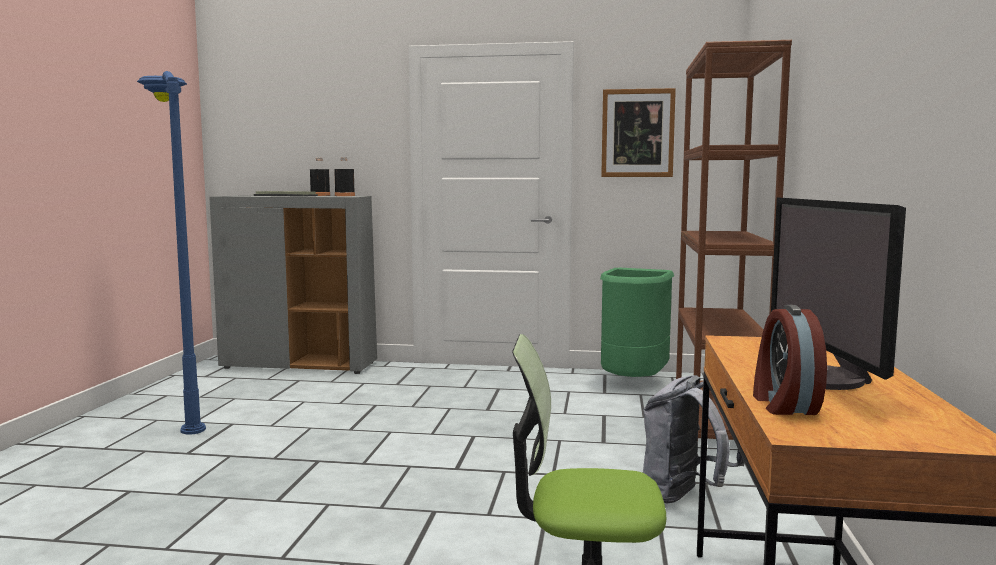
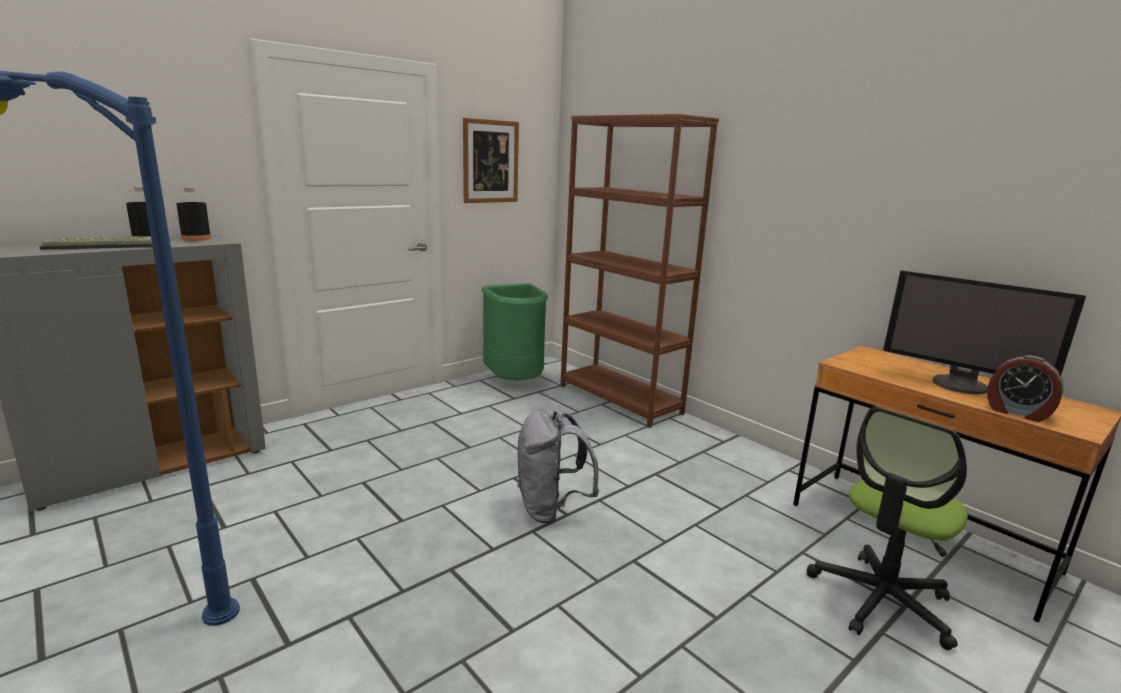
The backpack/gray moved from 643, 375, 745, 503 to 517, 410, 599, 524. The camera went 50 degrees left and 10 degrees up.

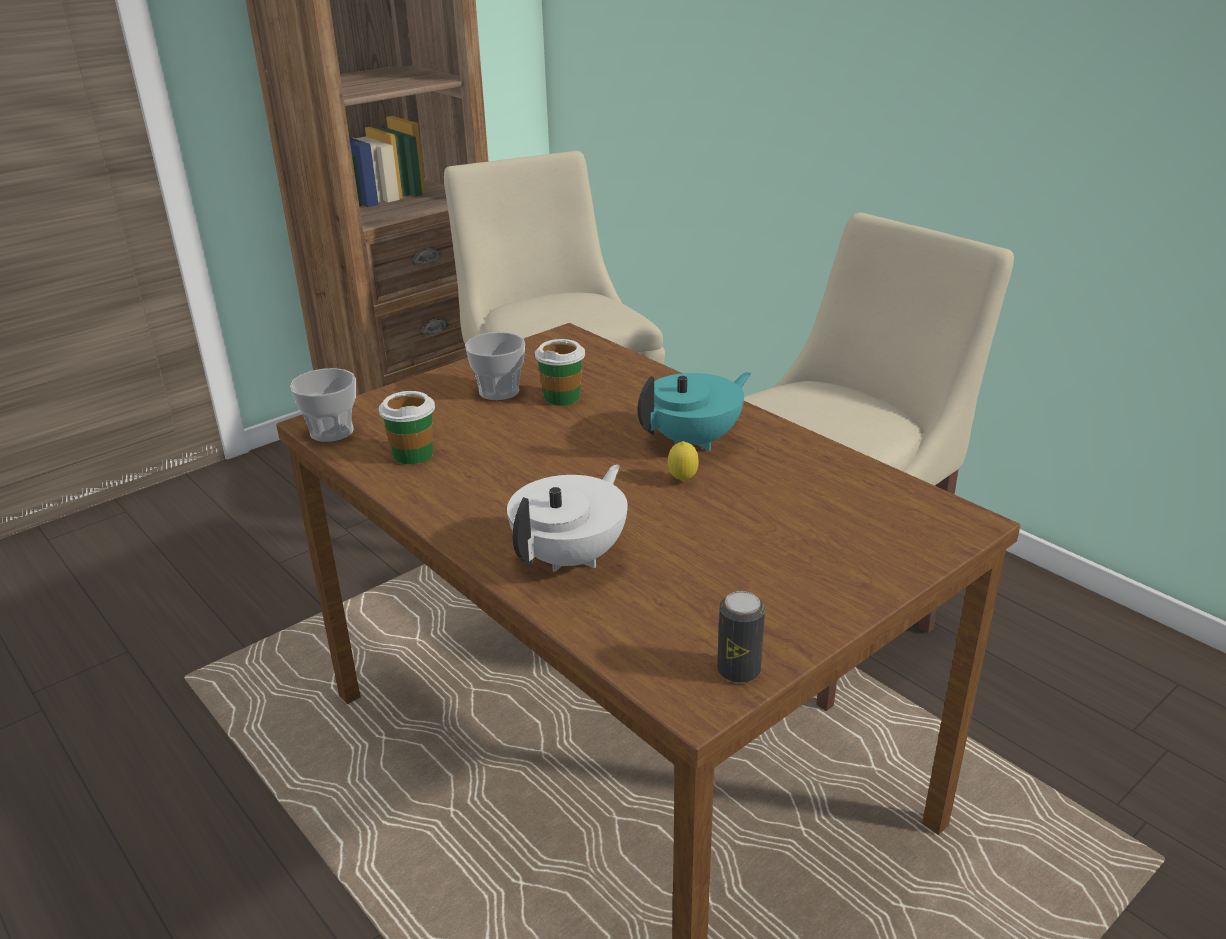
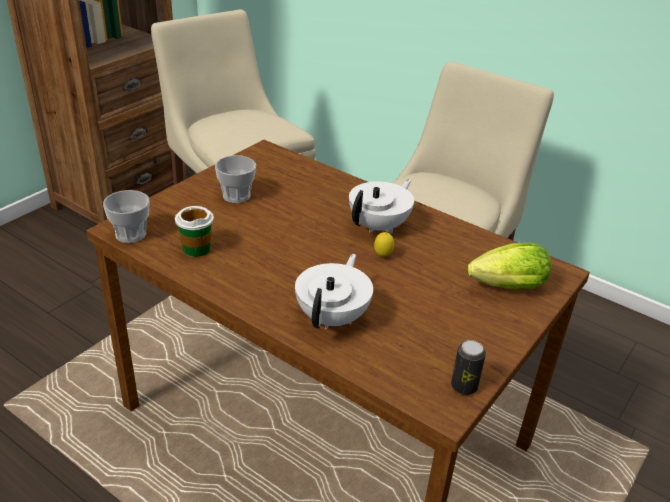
The teapot/turquoise at 637, 372, 751, 451 became the teapot/whitish at 349, 179, 414, 234. The head of lettuce at 468, 243, 552, 289 appeared. The cup at 535, 339, 585, 406 disappeared. The camera went 15 degrees left and 5 degrees up.

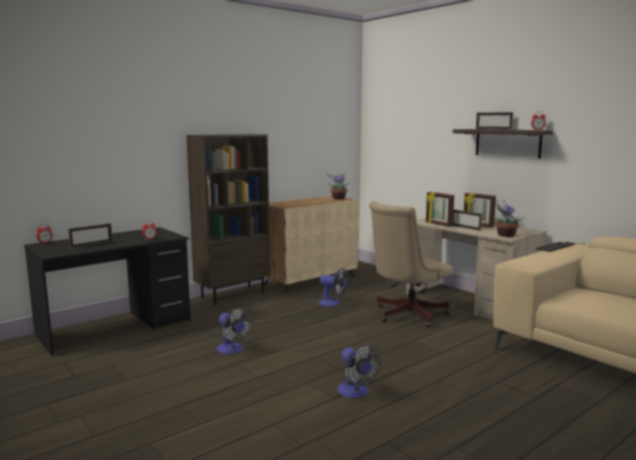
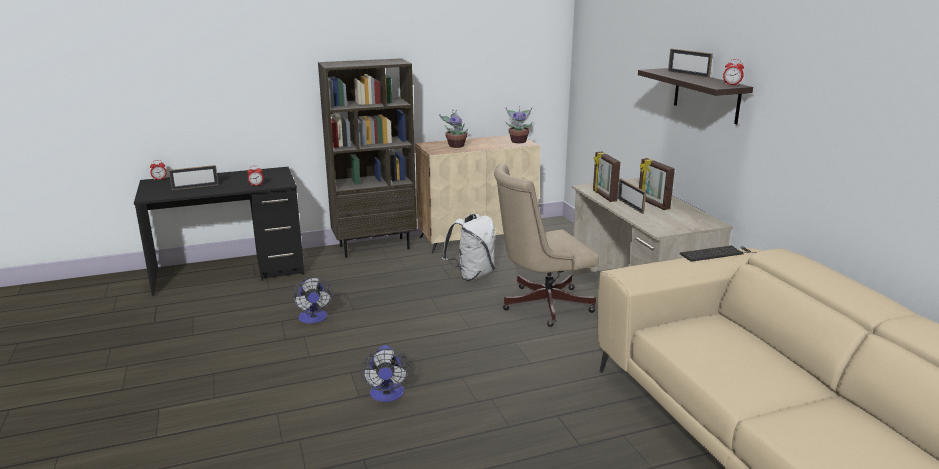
The potted plant moved from 493, 200, 523, 237 to 439, 110, 468, 148. The electric fan at 319, 268, 348, 306 was replaced by the backpack/whitish at 442, 214, 495, 281. The camera went 20 degrees right and 10 degrees up.

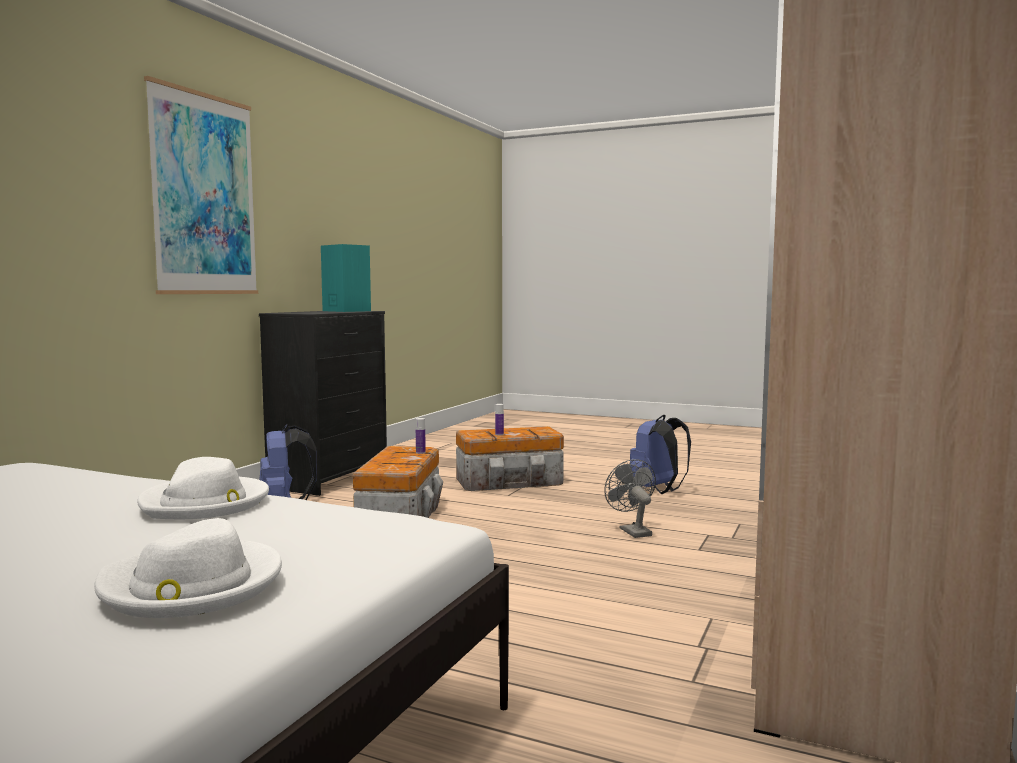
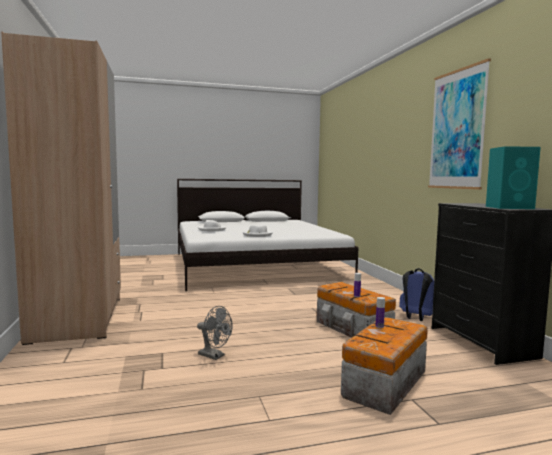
The backpack/bluish at 630, 415, 691, 494 disappeared. The camera went 140 degrees right and 0 degrees up.

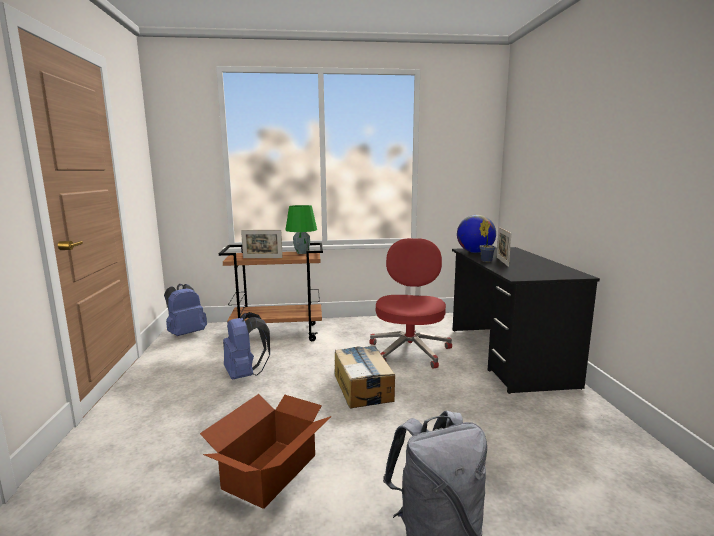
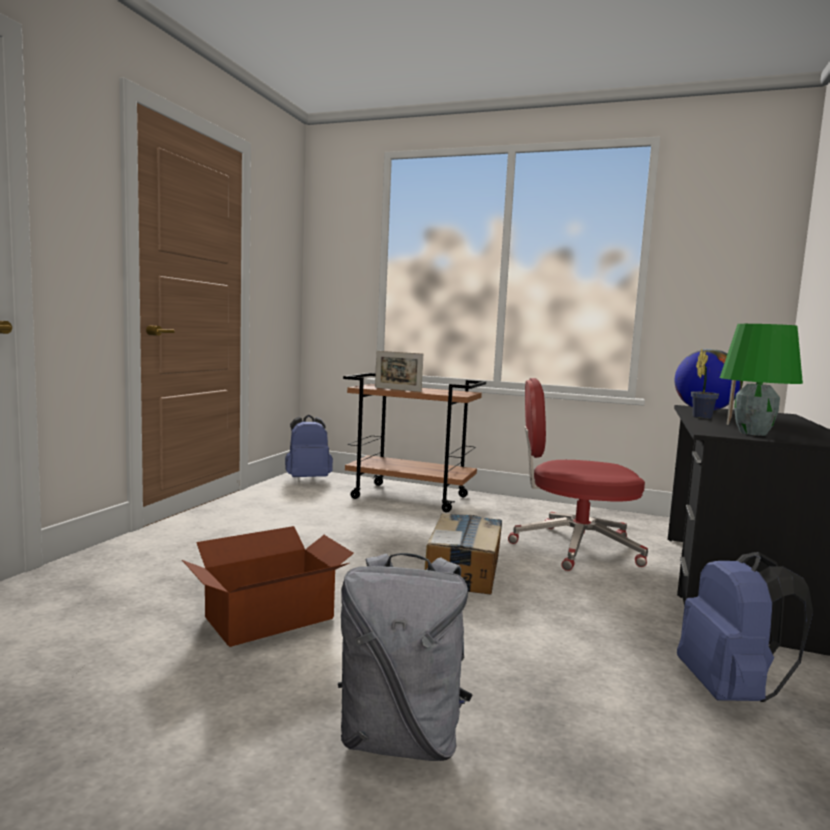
The computer chair/reddish at 369, 238, 452, 369 turned 120 degrees counterclockwise. The backpack/bluish moved from 223, 312, 270, 380 to 677, 552, 813, 702. The lamp for a table/green-coloured moved from 286, 205, 317, 254 to 720, 324, 803, 436. The camera went 25 degrees right and 5 degrees down.

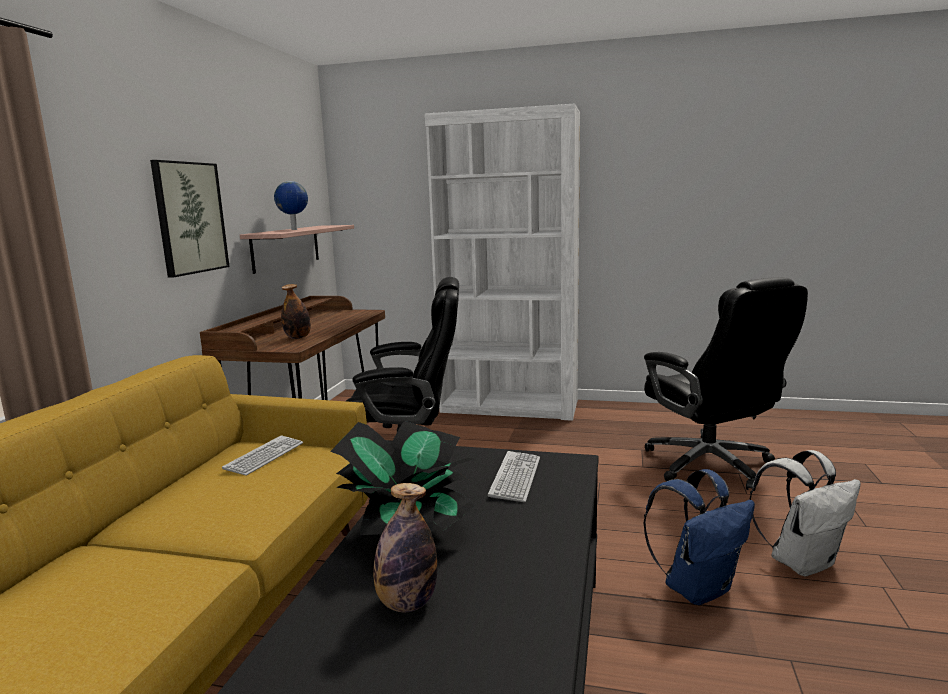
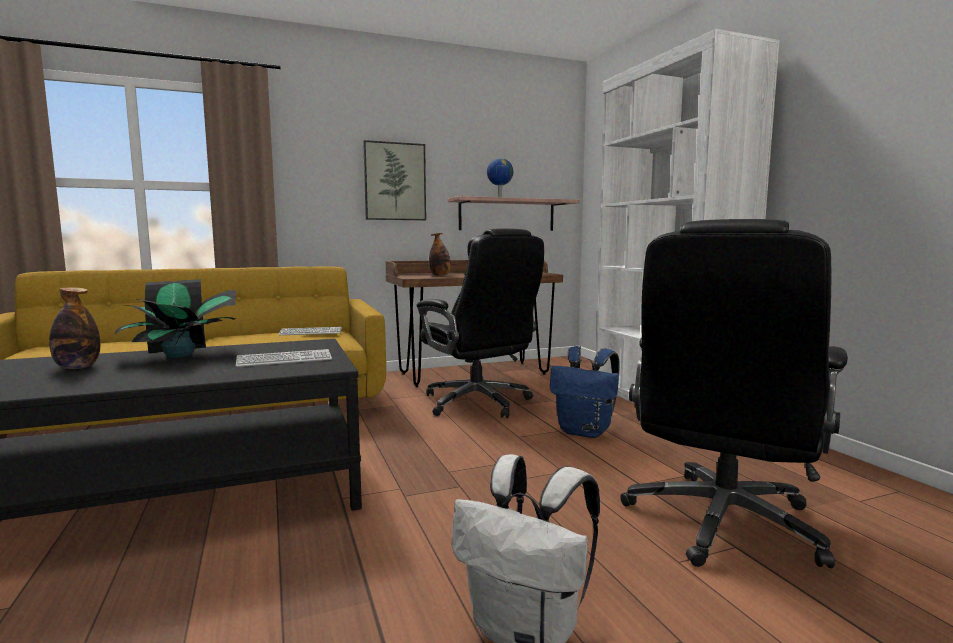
The backpack/bluish moved from 643, 469, 755, 605 to 550, 346, 620, 438. The camera went 55 degrees right and 5 degrees down.

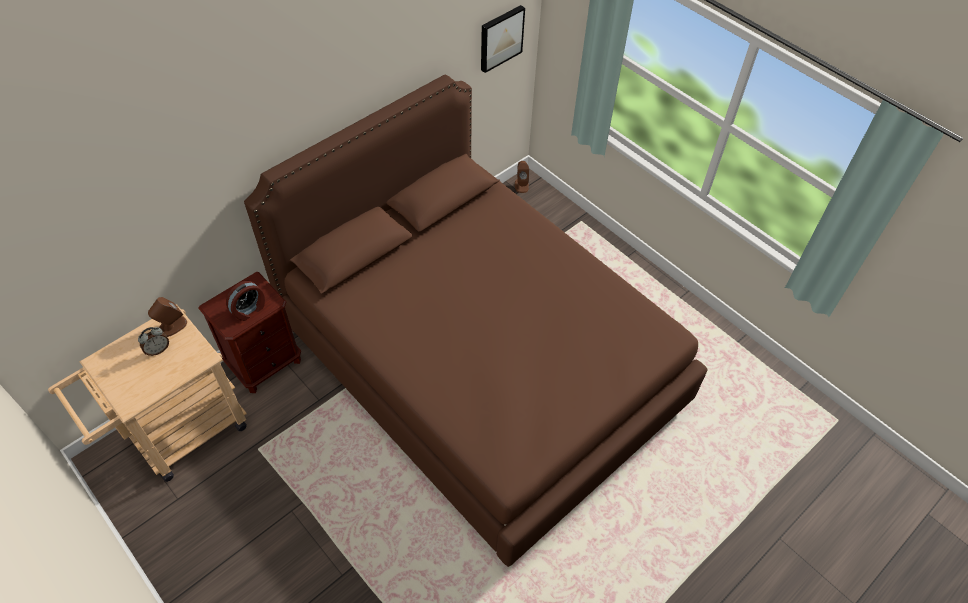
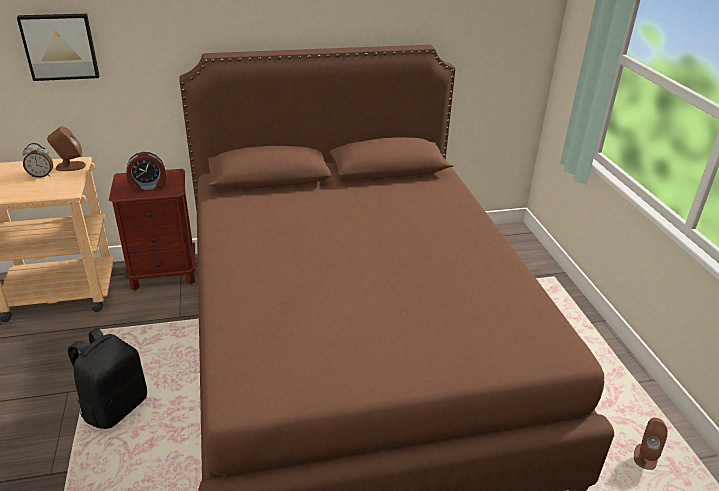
The wall art moved from 481, 5, 525, 73 to 17, 14, 100, 81. The backpack/blackish at 68, 328, 147, 429 appeared. The speaker/brown moved from 515, 161, 529, 193 to 634, 418, 668, 470. The camera went 30 degrees right and 20 degrees down.

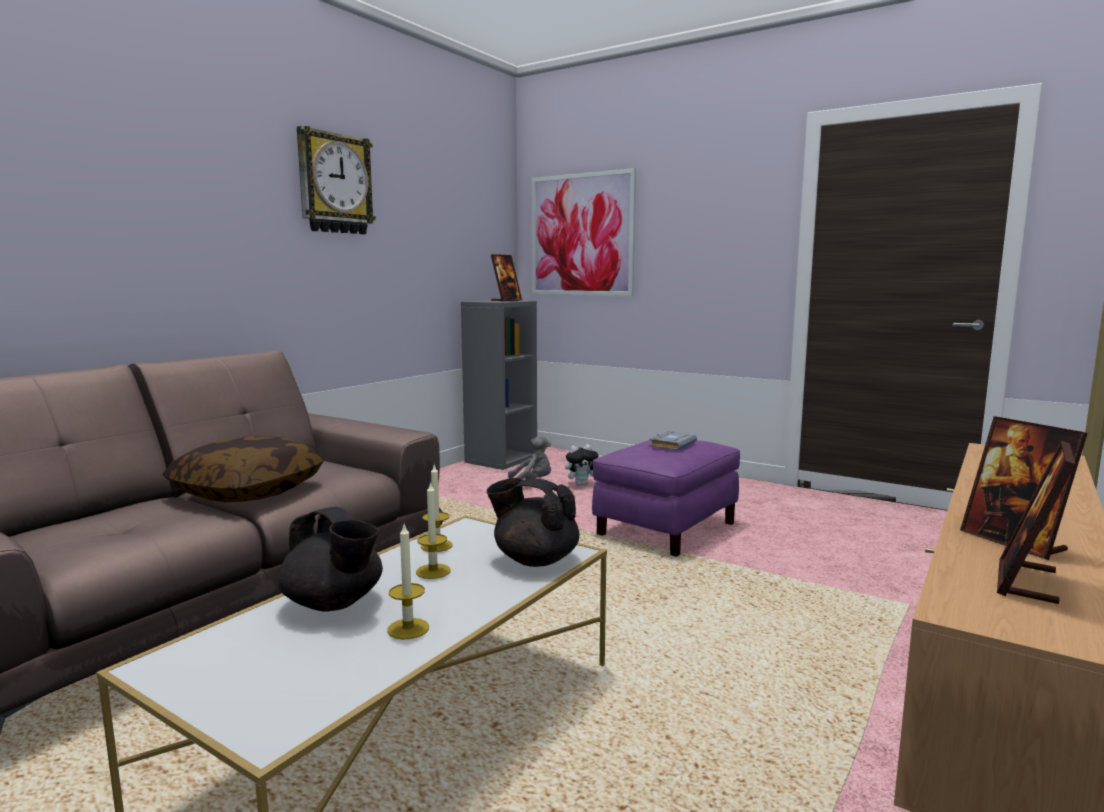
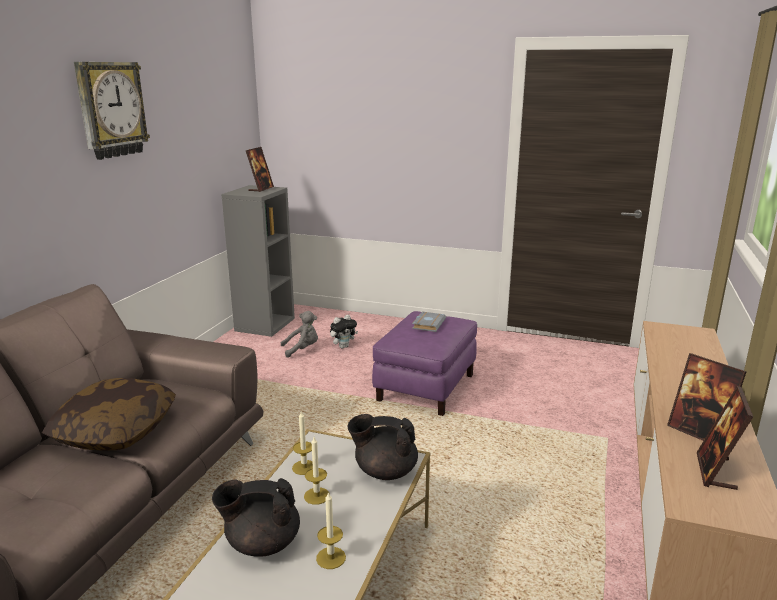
The teapot/blackish at 278, 507, 383, 612 turned 150 degrees clockwise. The wall art at 531, 168, 636, 296 disappeared. The camera went 15 degrees left and 10 degrees up.

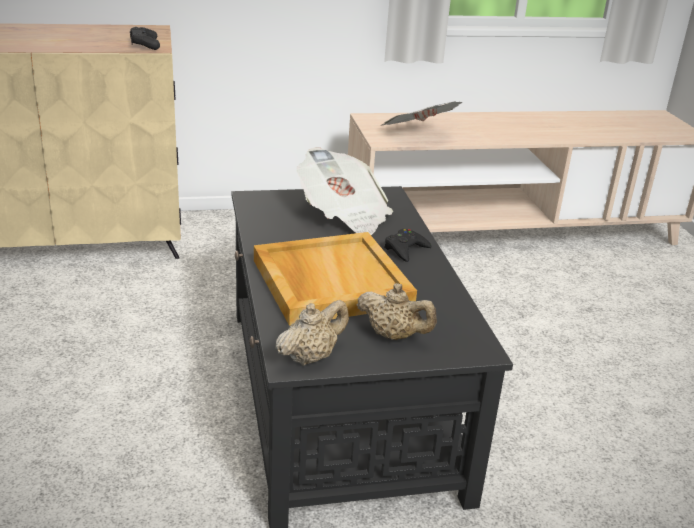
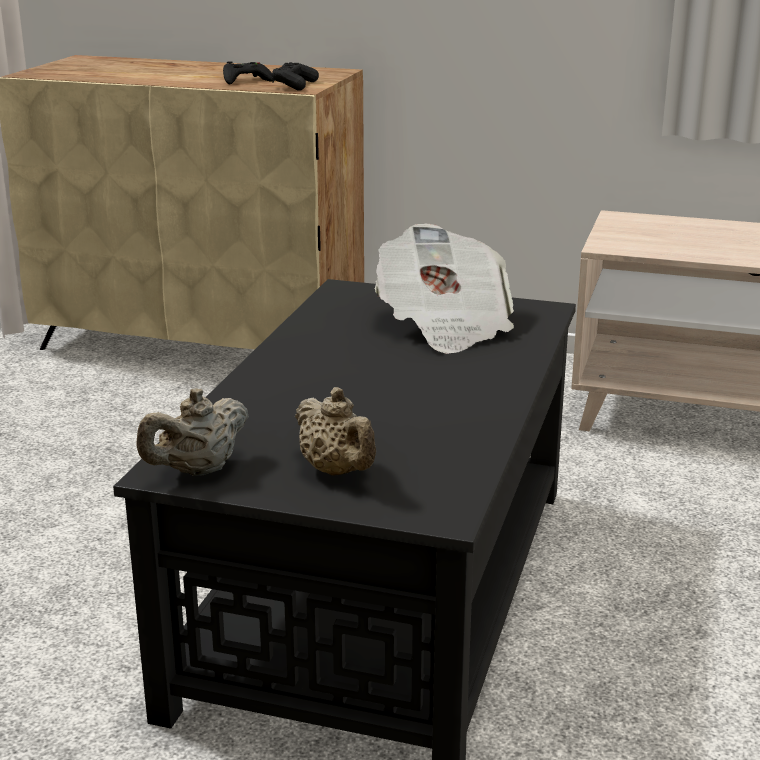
The teapot/beige at 275, 300, 349, 366 turned 150 degrees clockwise. The joypad/blackish moved from 384, 229, 432, 262 to 223, 61, 272, 84. The serving tray/beige at 254, 232, 417, 326 disappeared. The daily paper at 382, 102, 462, 125 disappeared. The camera went 30 degrees right and 5 degrees down.

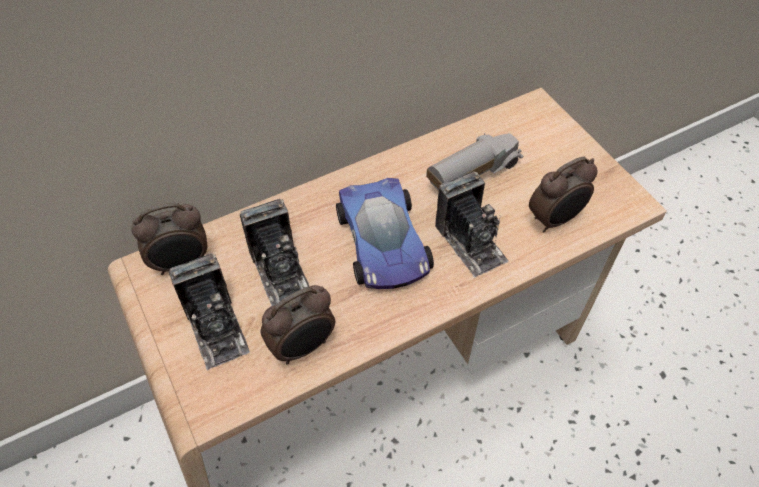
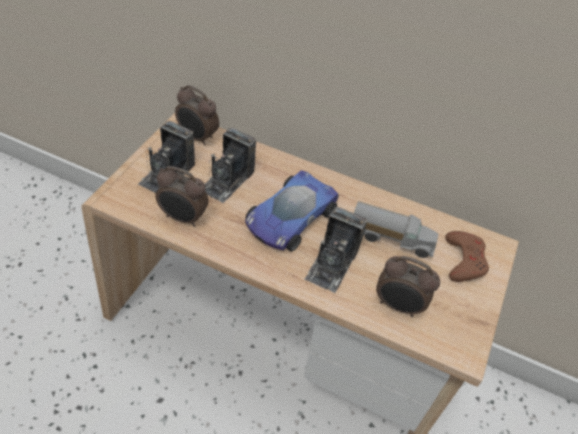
The joypad/brown at 445, 231, 489, 282 appeared. The camera went 50 degrees right and 5 degrees down.

